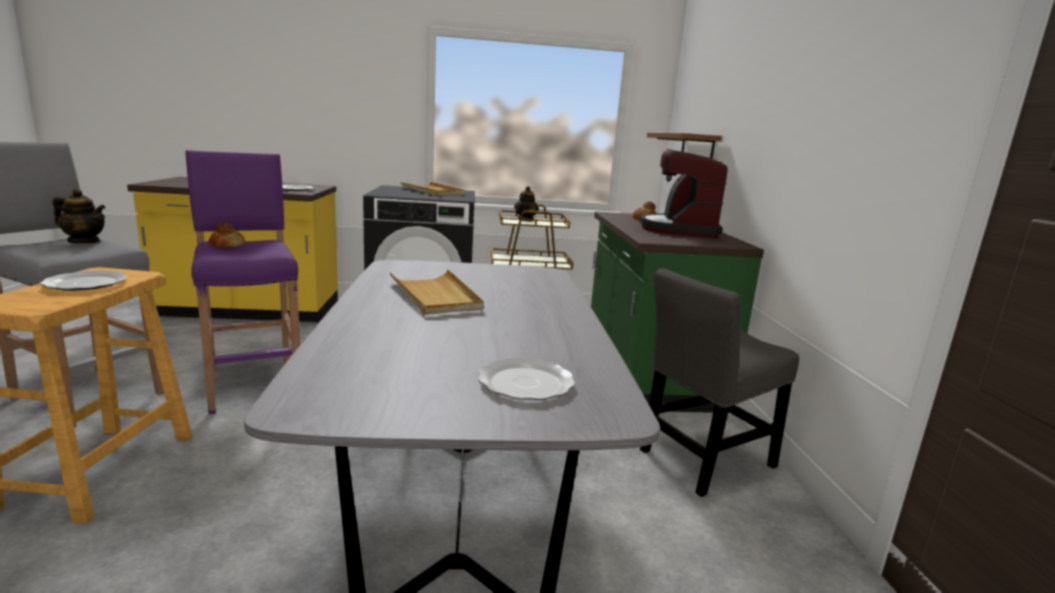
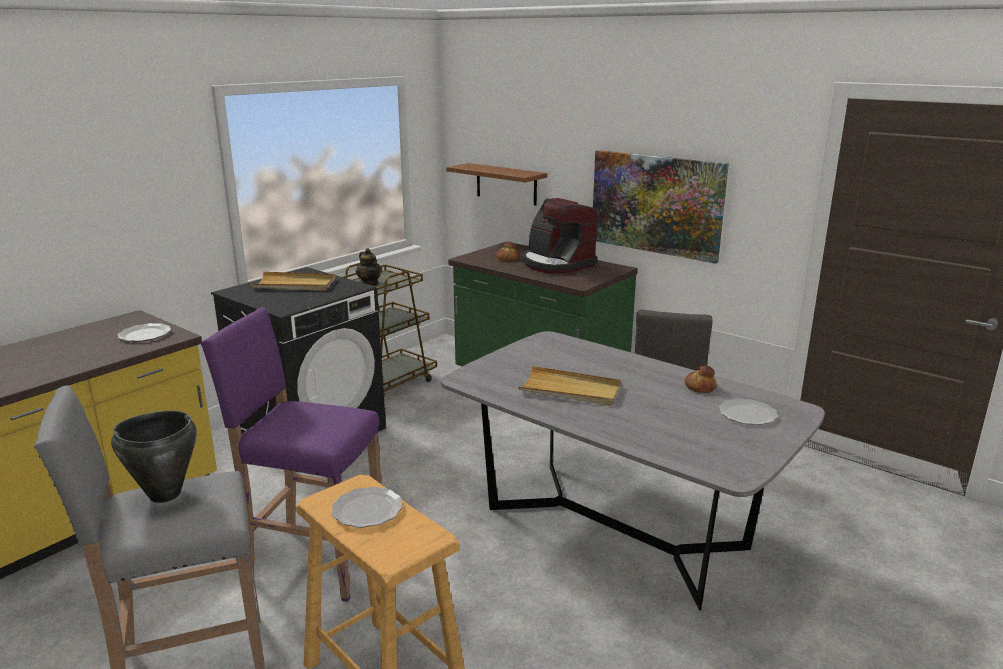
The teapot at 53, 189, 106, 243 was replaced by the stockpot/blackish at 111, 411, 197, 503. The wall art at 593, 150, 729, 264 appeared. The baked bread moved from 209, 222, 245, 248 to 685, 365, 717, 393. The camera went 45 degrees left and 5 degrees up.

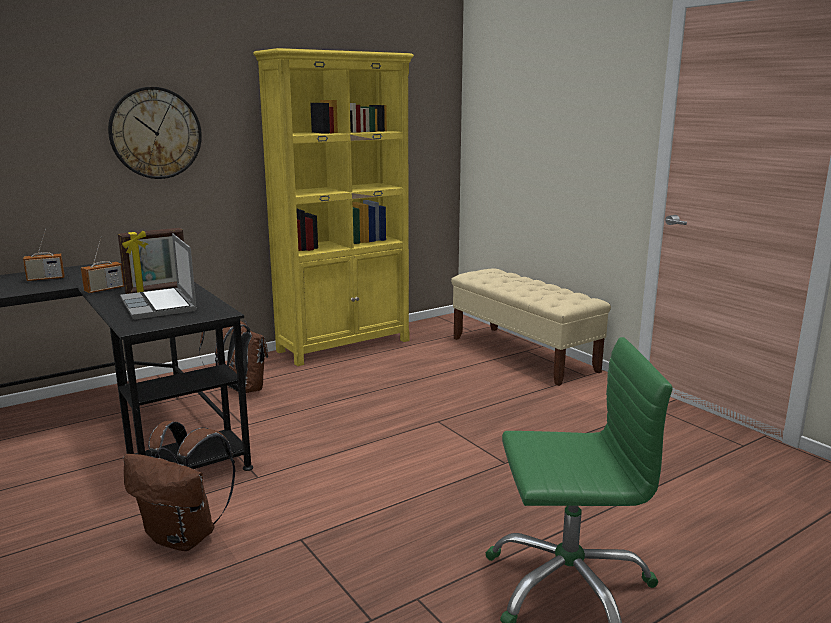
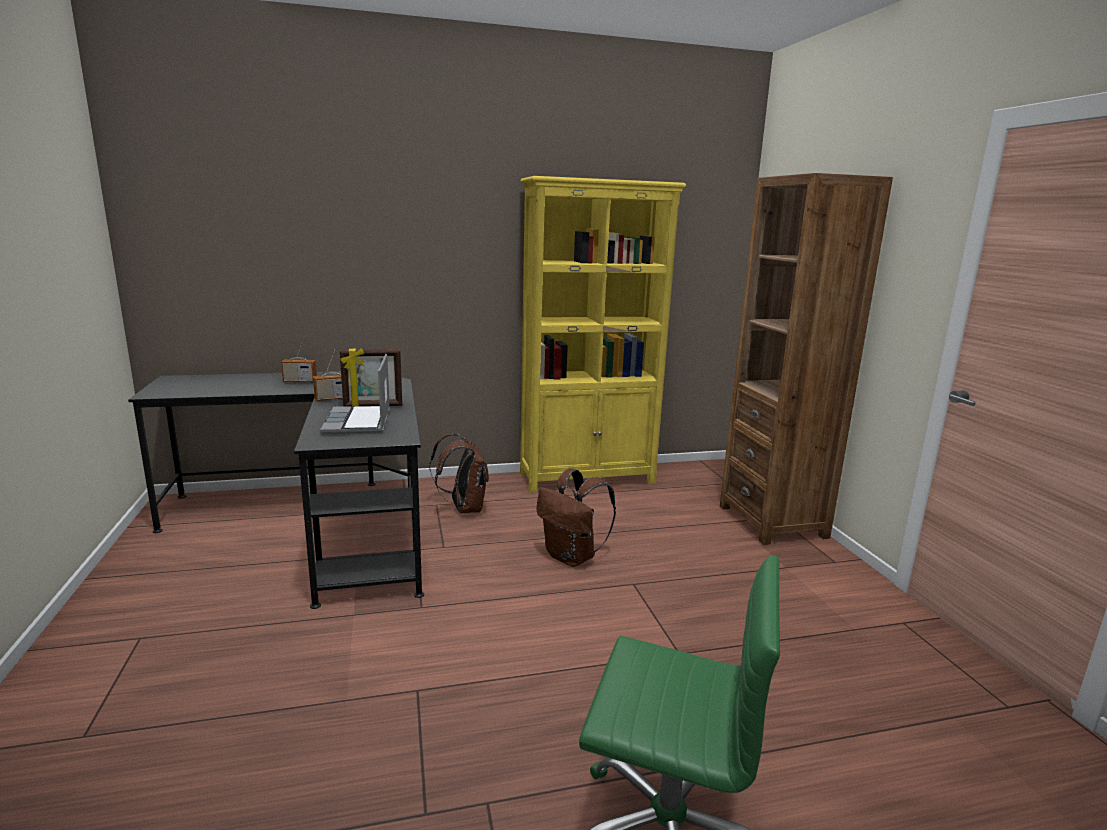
The backpack/brown moved from 124, 421, 236, 551 to 536, 469, 616, 567. The indoor bench/beige at 451, 268, 611, 386 was replaced by the shelving unit/brown at 720, 173, 893, 545. The hanging clock at 108, 87, 202, 179 disappeared. The camera went 20 degrees right and 0 degrees up.

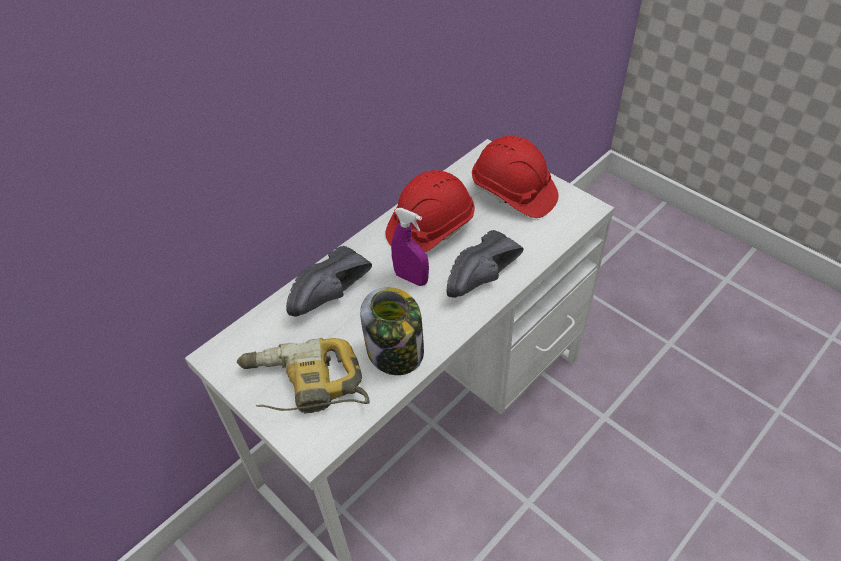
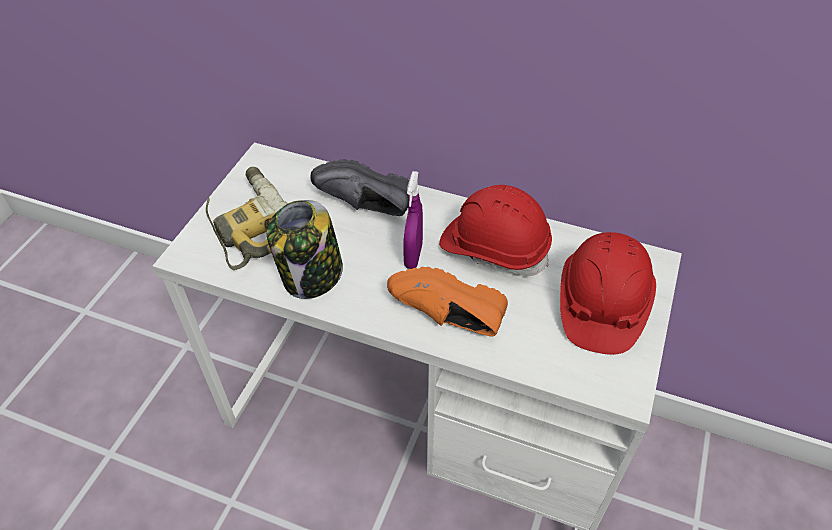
The shoe/blackish at 447, 230, 524, 298 became the shoe/orangey at 387, 267, 508, 337. The camera went 65 degrees right and 0 degrees up.

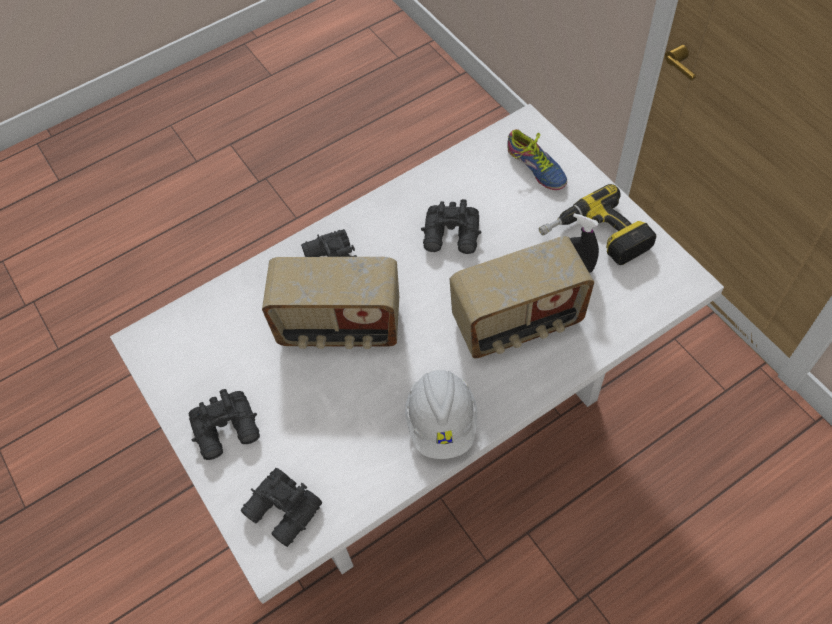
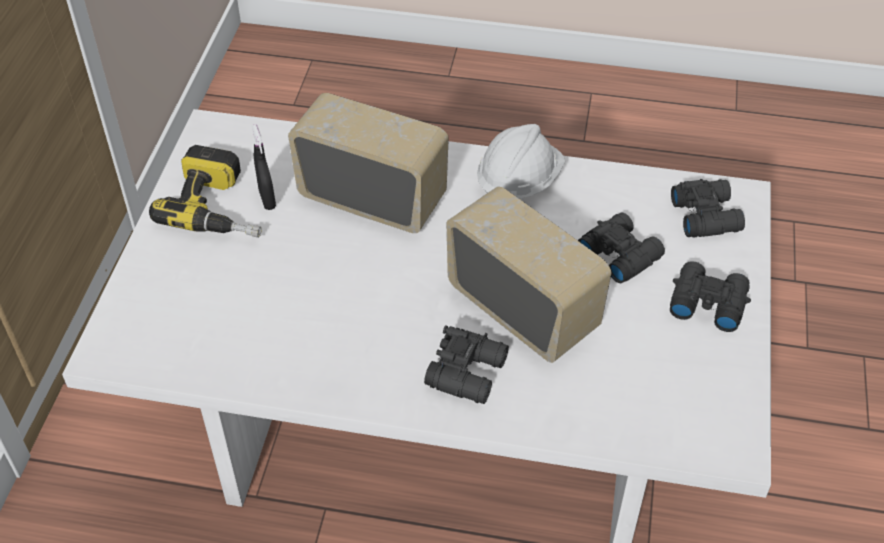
The pair of binoculars/blackish moved from 421, 199, 481, 254 to 578, 212, 665, 283. The shoe at 507, 129, 567, 190 disappeared. The camera went 140 degrees left and 10 degrees down.

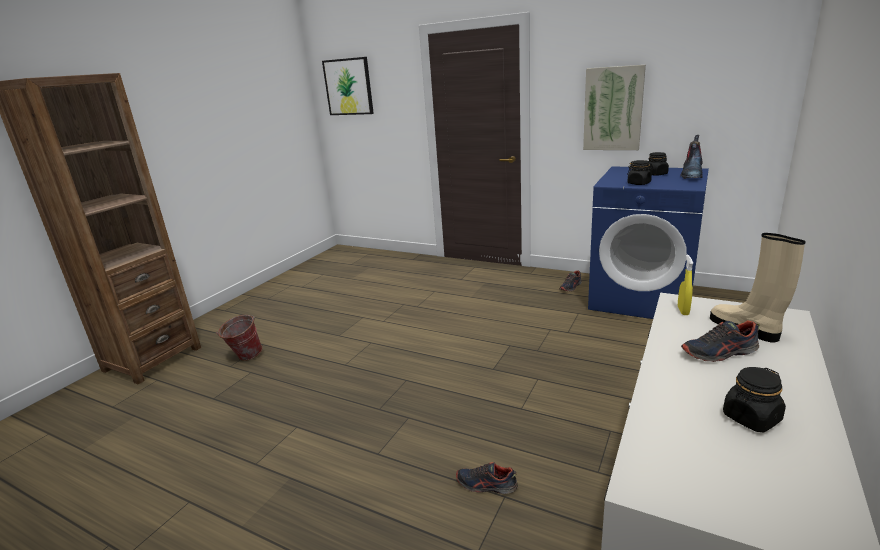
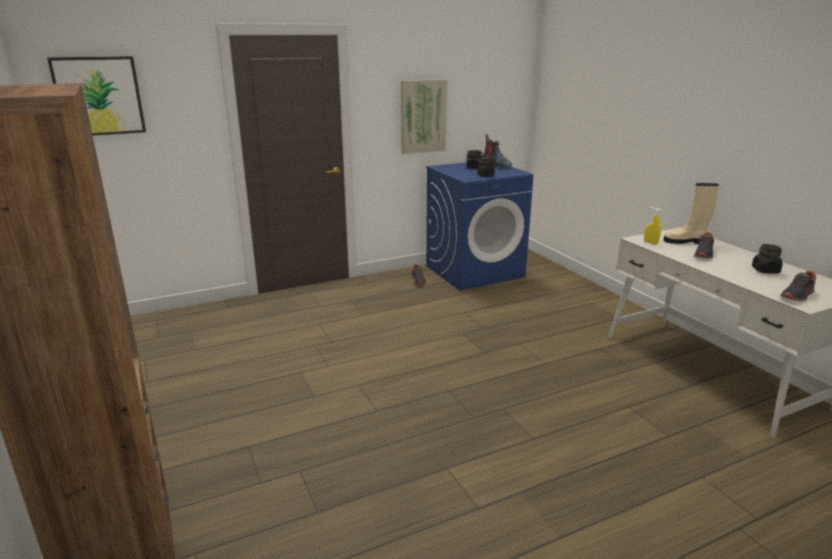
The shoe moved from 456, 462, 518, 494 to 780, 271, 816, 302. The bucket at 216, 315, 262, 361 disappeared. The camera went 55 degrees left and 0 degrees up.

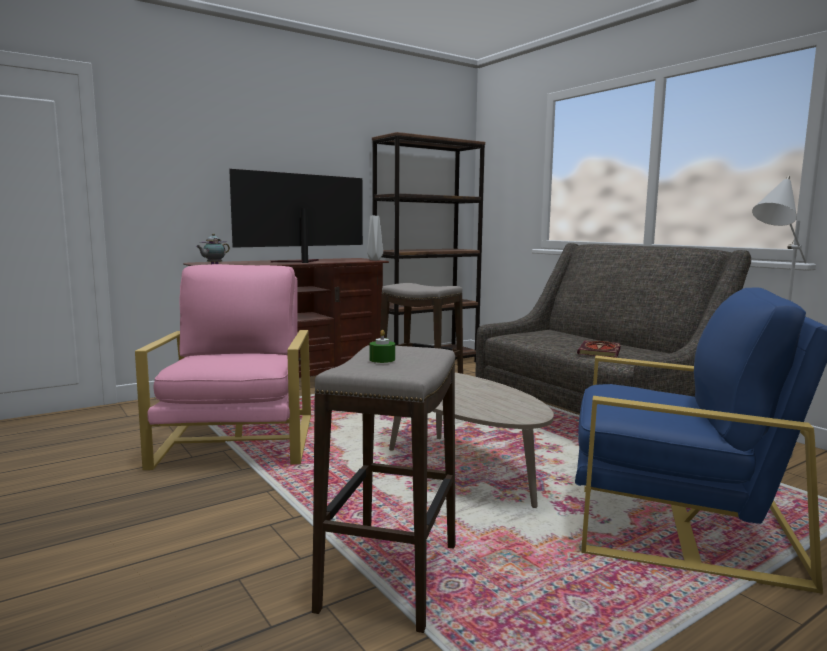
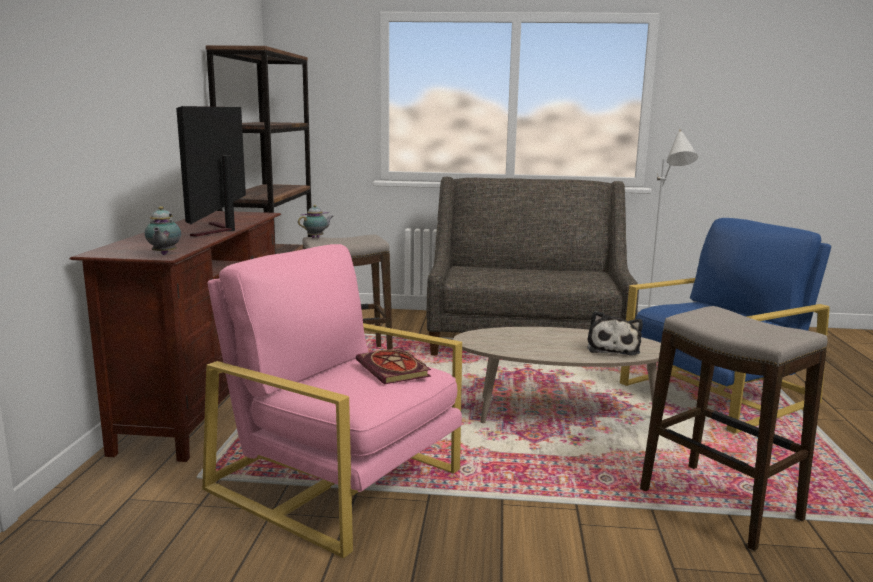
The teapot at 298, 205, 334, 238 appeared. The volume moved from 577, 340, 621, 358 to 356, 348, 431, 384. The plush toy at 587, 311, 643, 356 appeared. The decorative vase/gray at 367, 216, 383, 260 disappeared. The candle/green-coloured at 370, 330, 395, 363 disappeared. The camera went 50 degrees left and 5 degrees up.

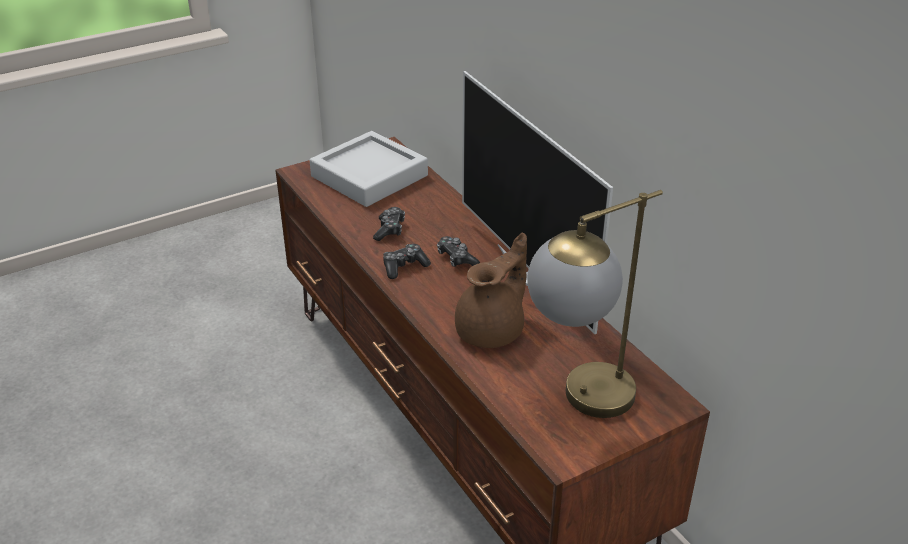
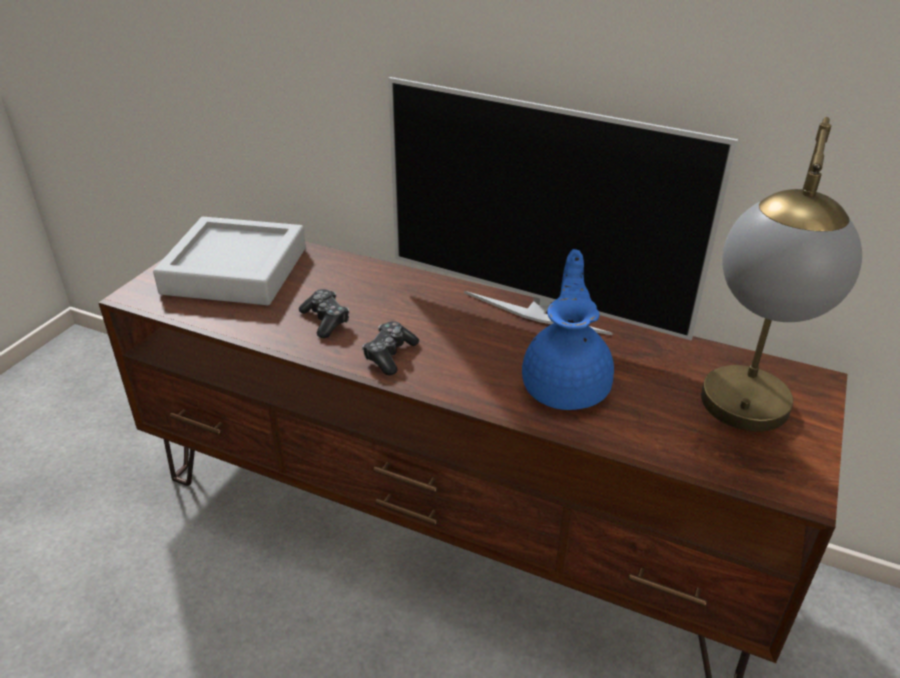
The teapot/brown at 455, 233, 527, 348 became the teapot/bluish at 522, 249, 614, 410. The joypad at 437, 236, 480, 267 disappeared. The camera went 35 degrees left and 0 degrees up.

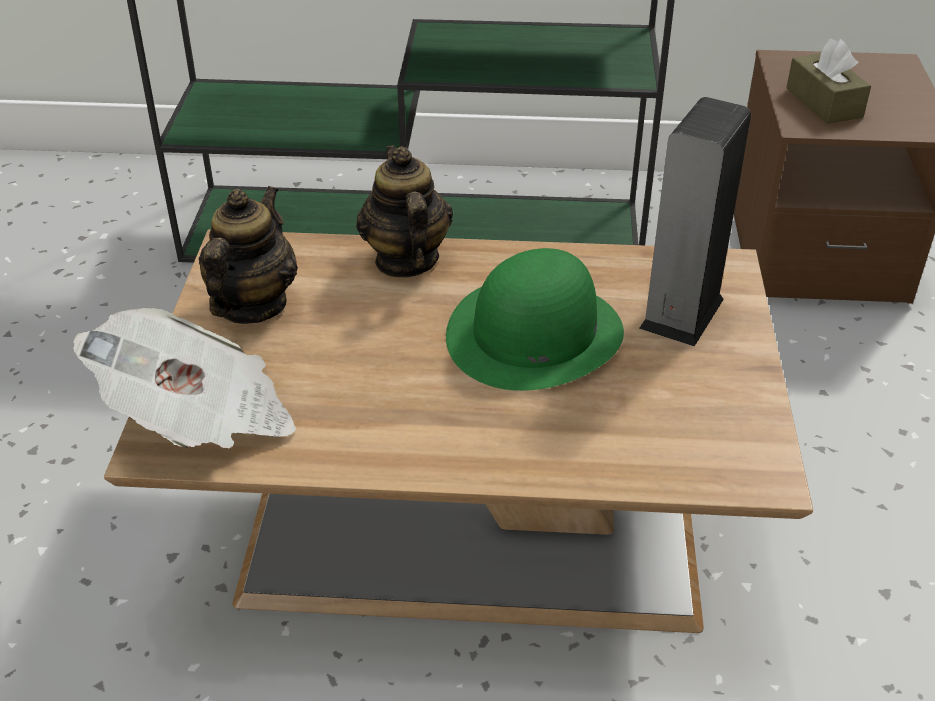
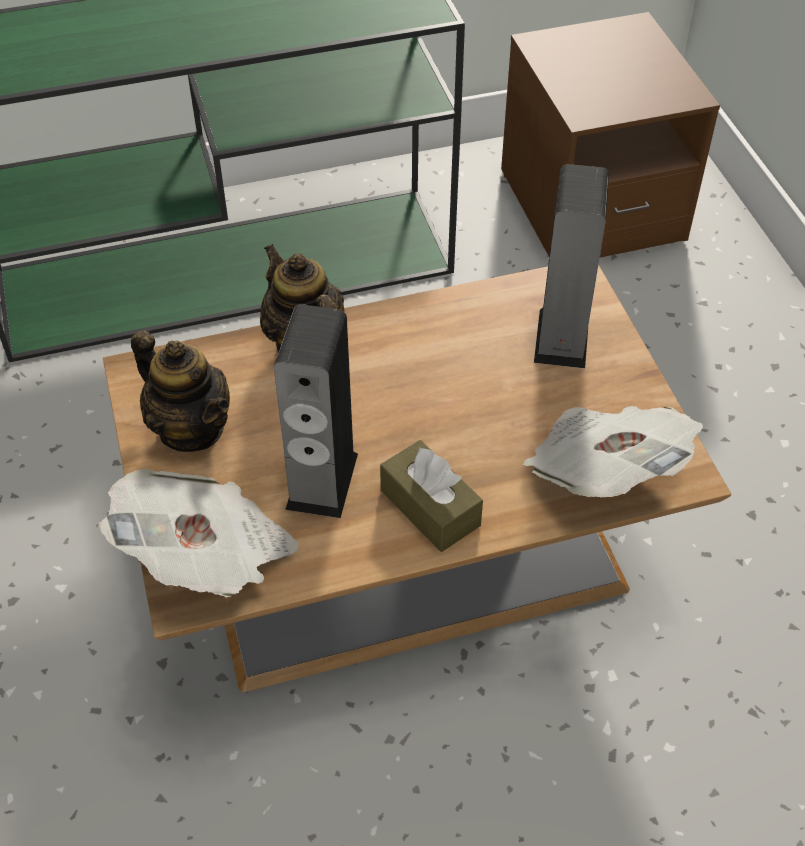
The teapot at 199, 186, 298, 324 turned 135 degrees clockwise. The speaker at 274, 304, 358, 518 appeared. The box of tissues/brown moved from 786, 39, 871, 124 to 380, 440, 483, 552. The daily paper at 523, 406, 704, 497 appeared. The clothing hat/green-coloured at 446, 248, 624, 391 disappeared. The camera went 20 degrees left and 10 degrees up.

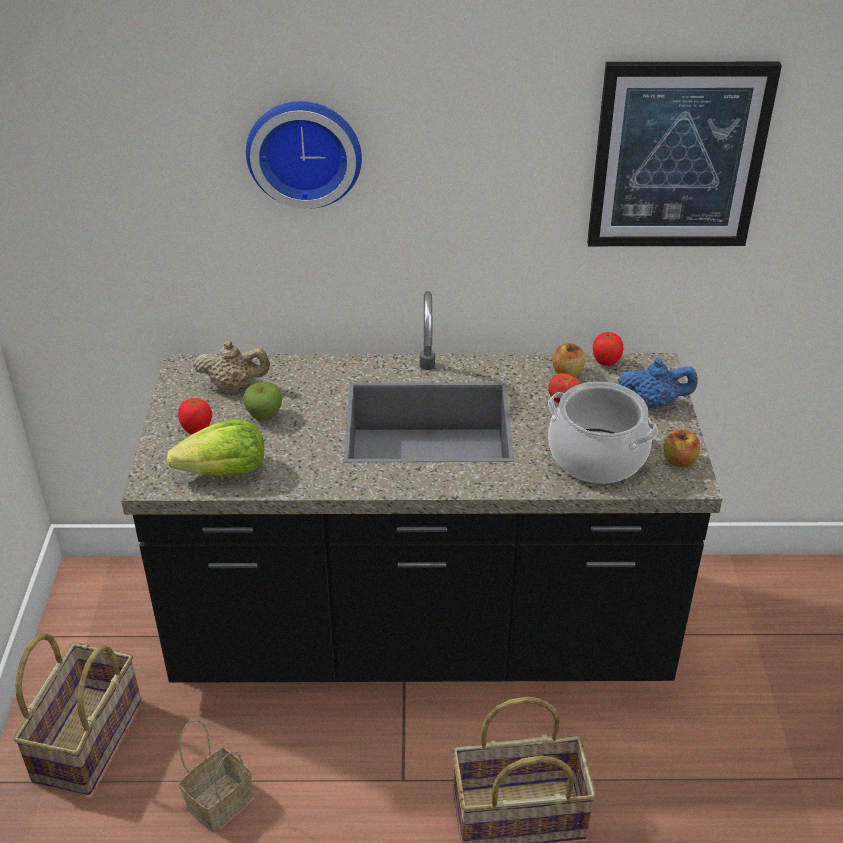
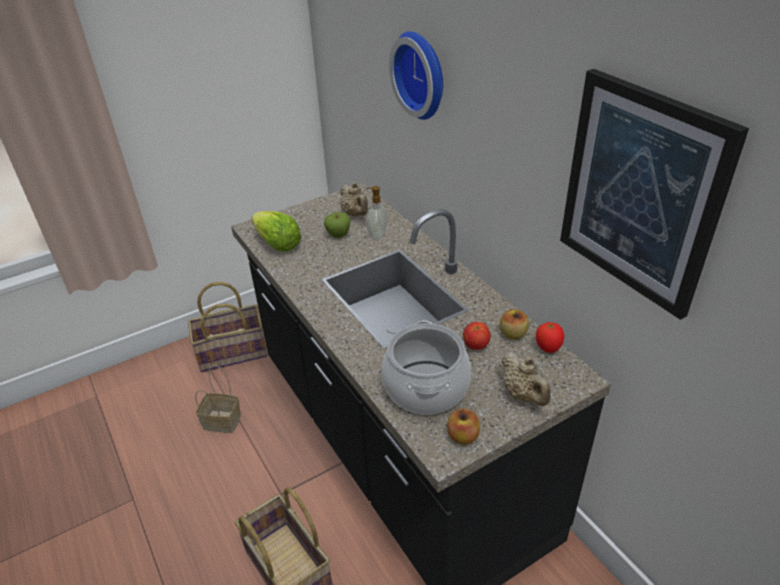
The liquid soap bottle at 366, 186, 388, 240 appeared. The teapot/bluish at 618, 358, 698, 408 became the teapot/beige at 501, 352, 551, 406. The fresh tomato at 178, 398, 212, 434 disappeared. The camera went 60 degrees right and 0 degrees up.

